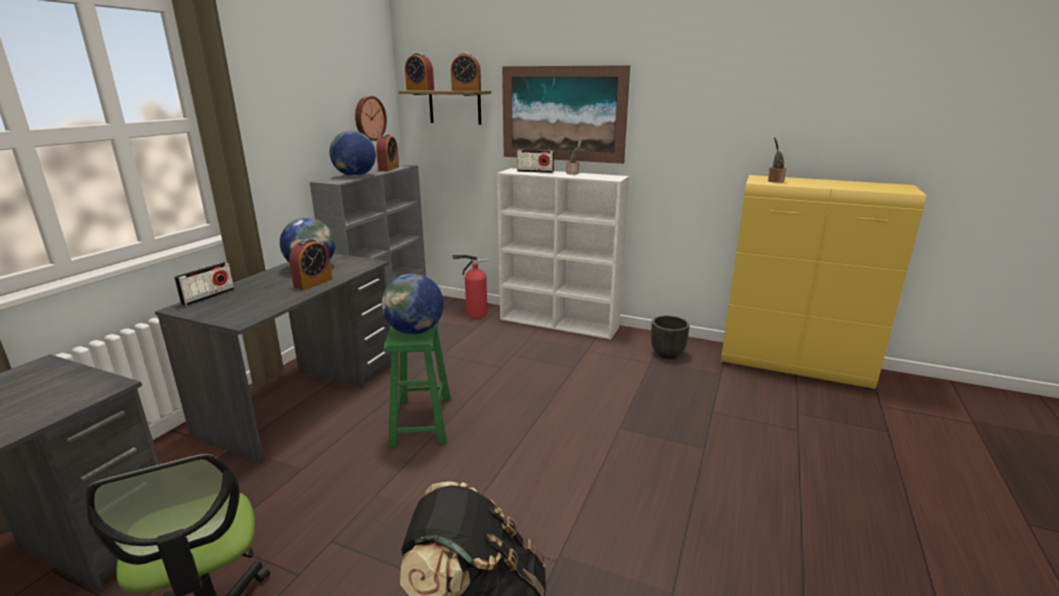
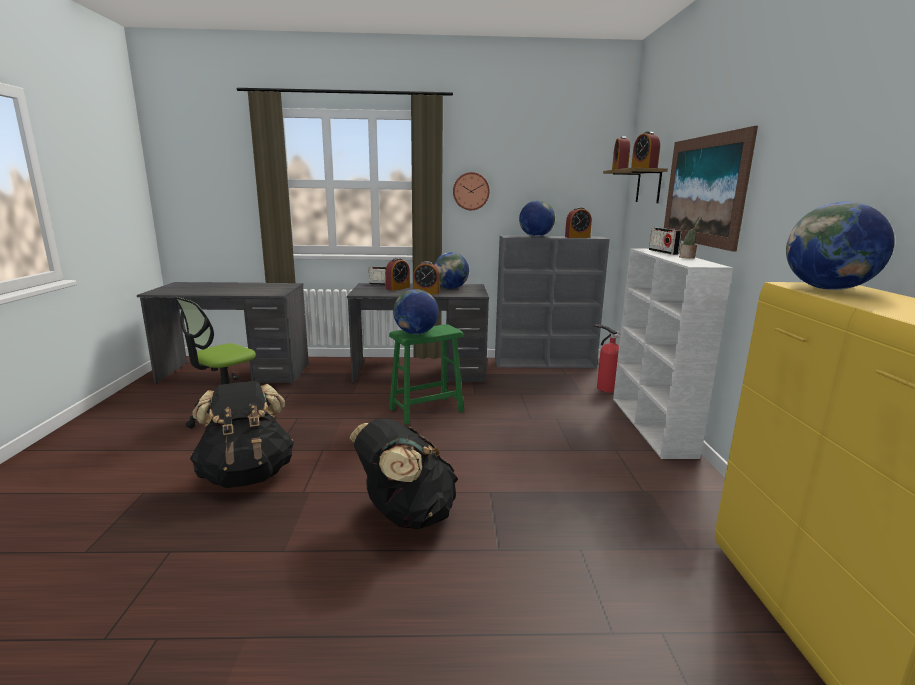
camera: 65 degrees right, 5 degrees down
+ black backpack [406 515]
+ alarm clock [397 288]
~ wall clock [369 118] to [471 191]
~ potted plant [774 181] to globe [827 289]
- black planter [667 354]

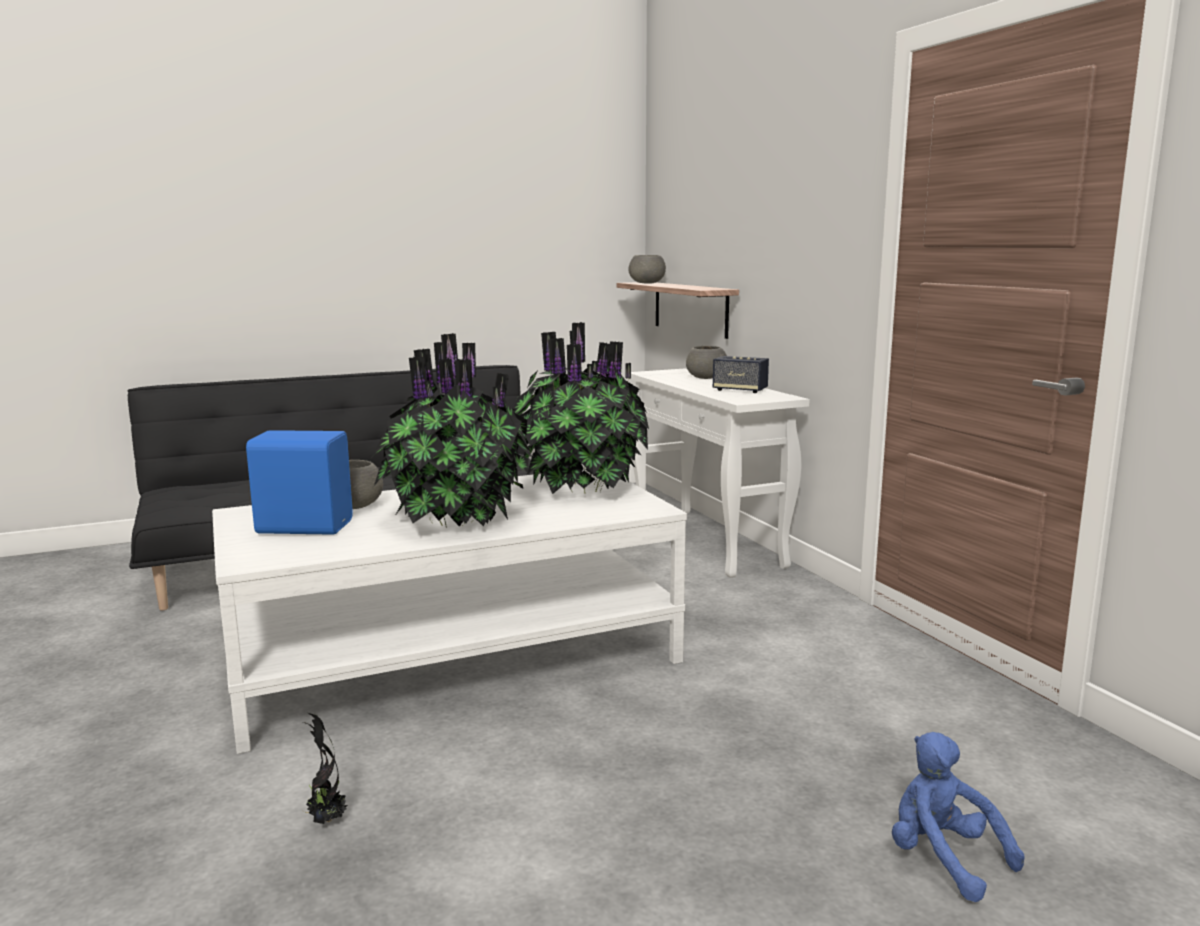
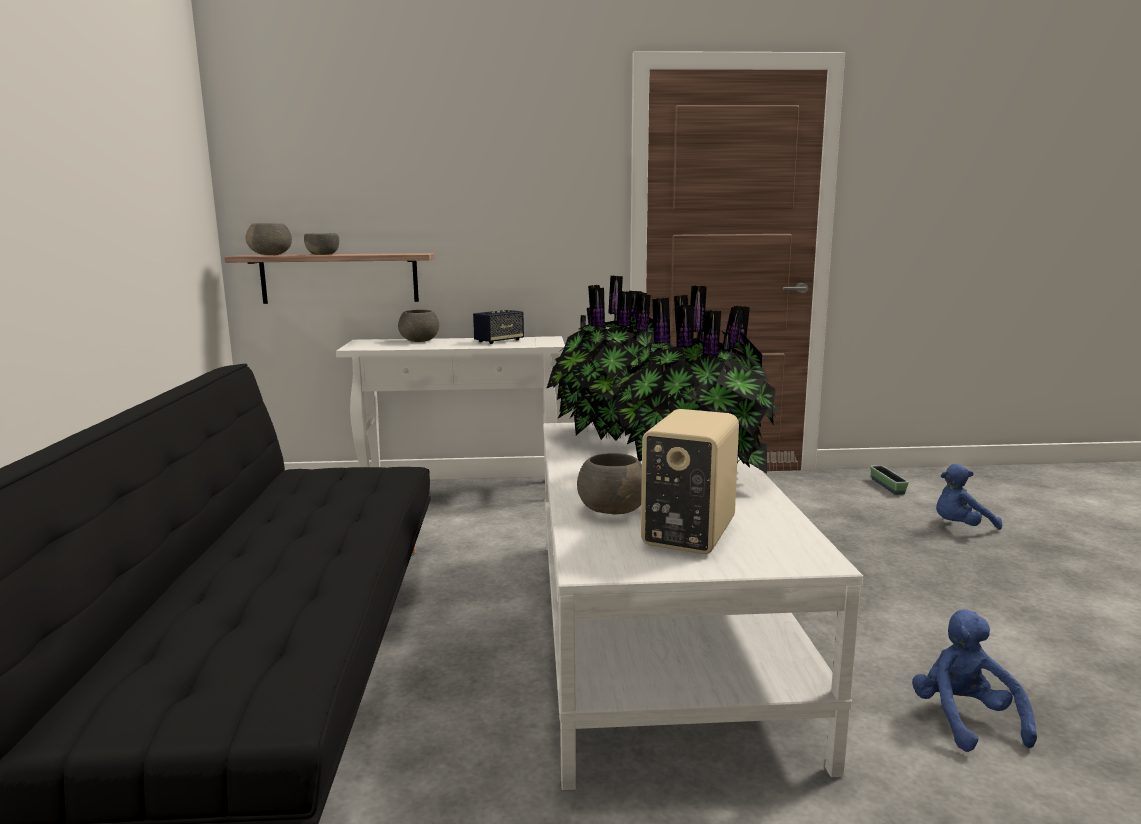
camera: 70 degrees left, 0 degrees up
+ grey bowl [323 254]
~ blue speaker [304 526] to beige speaker [685 533]
+ planter [887 486]
~ potted plant [326 820] to blue plush toy [964 719]

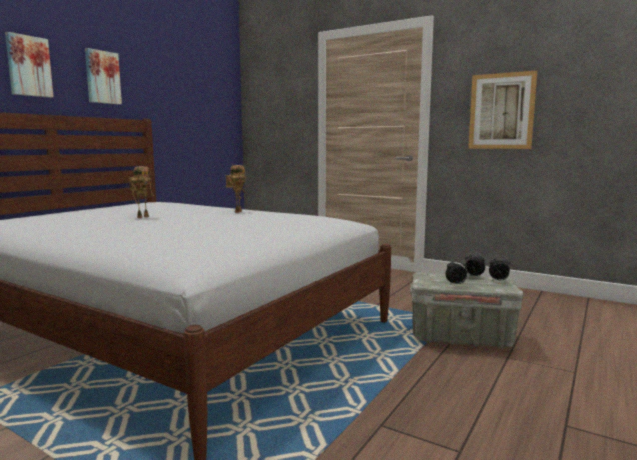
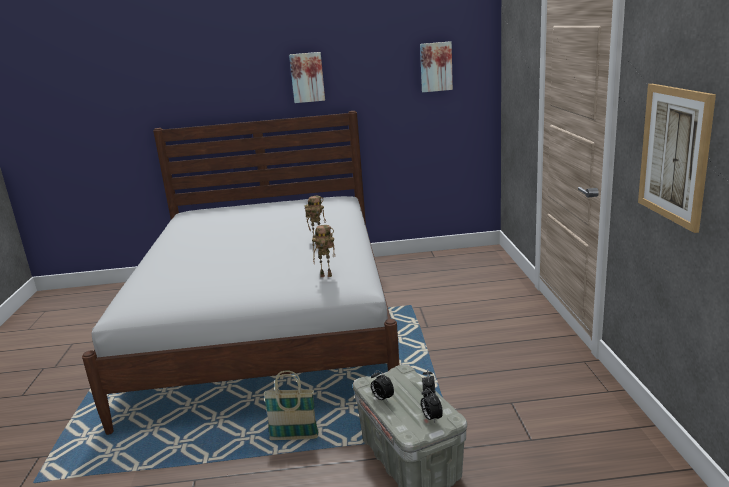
camera: 55 degrees right, 10 degrees up
+ basket [294 438]
~ toy robot [143 217] to [327 275]
~ picture [28 66] to [436 67]

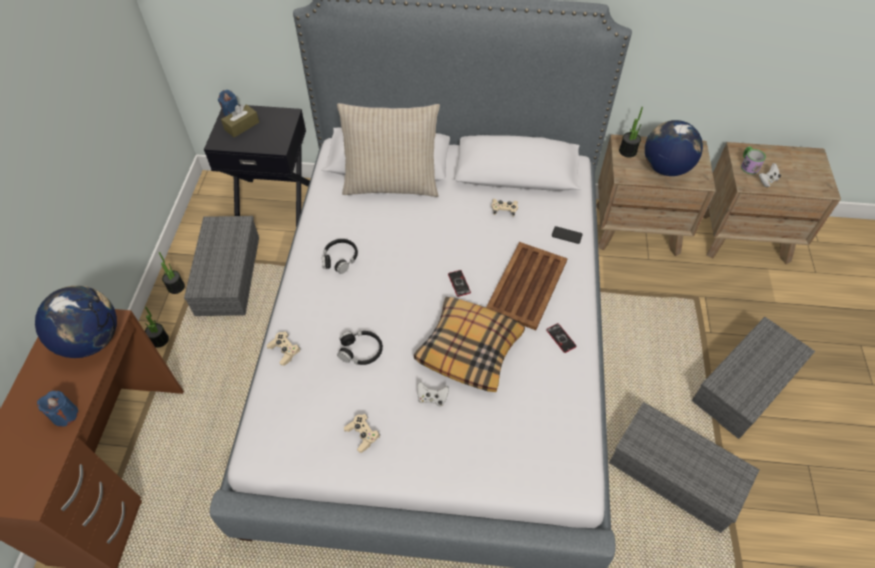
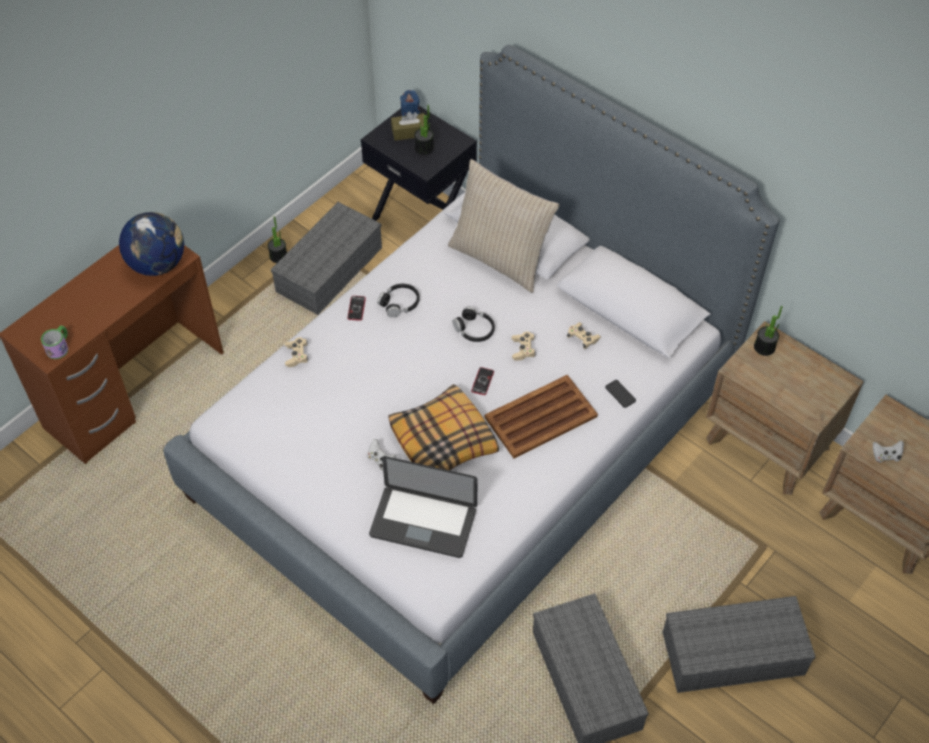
camera: 35 degrees right, 0 degrees up
~ mug [748 165] to [59 347]
~ phone [561 338] to [356 308]
+ laptop [423 523]
~ potted plant [159 340] to [424 148]
~ black headphones [361 351] to [474 329]
~ beige game controller [362 435] to [523 349]
- blue candle [65 415]
- globe [665 168]

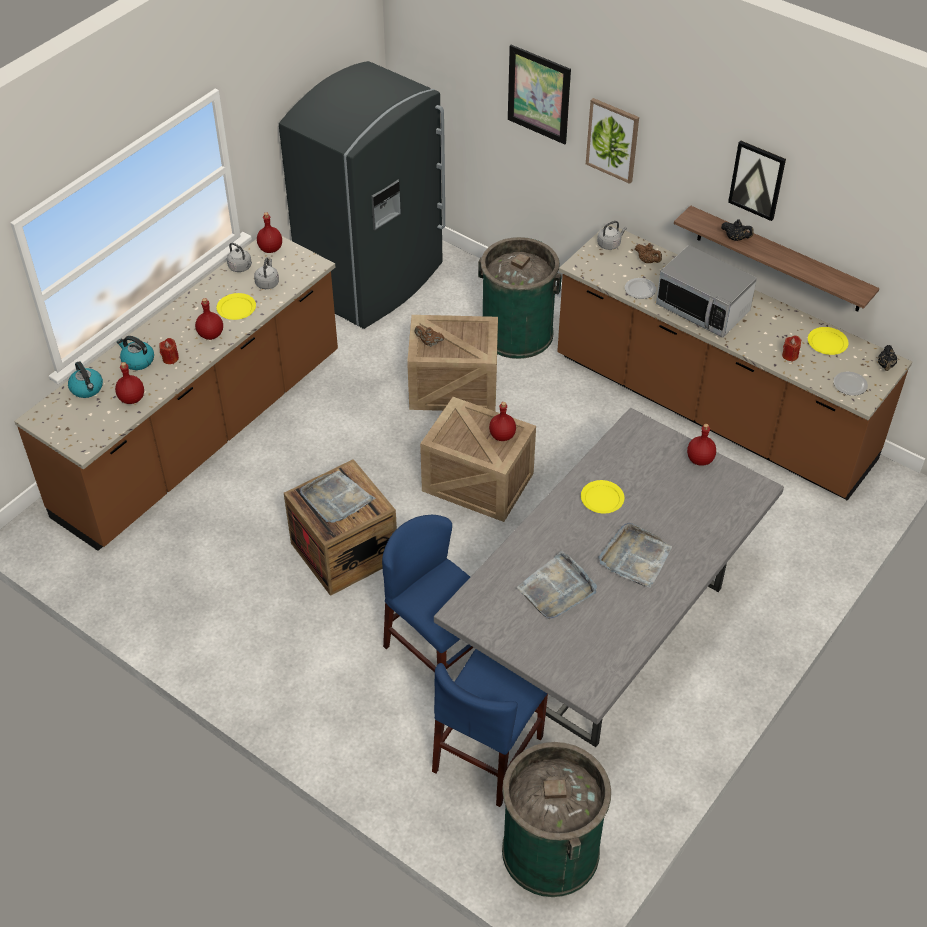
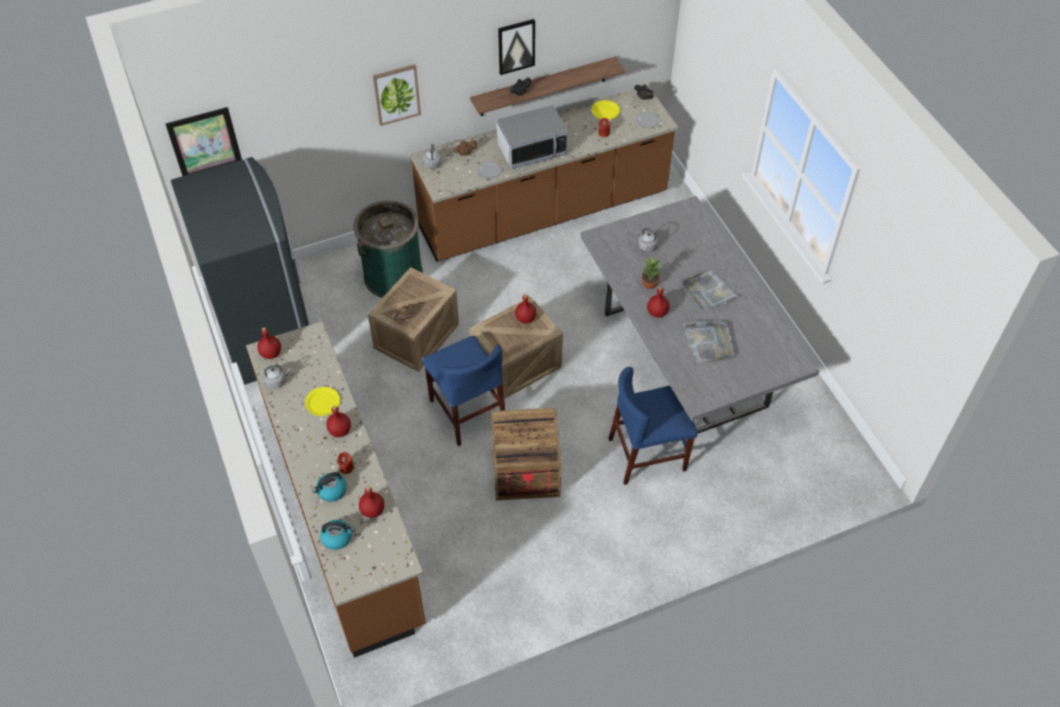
camera: 60 degrees left, 5 degrees up
~ picture [539 94] to [205 143]
~ blue chair [488 754] to [467 411]
~ grey kettle [267 283] to [646 246]
~ yellow plate [602 498] to potted plant [649 284]
~ red bottle [699 459] to [657 312]
- grey tray [336 499]
- green trash can [550 851]

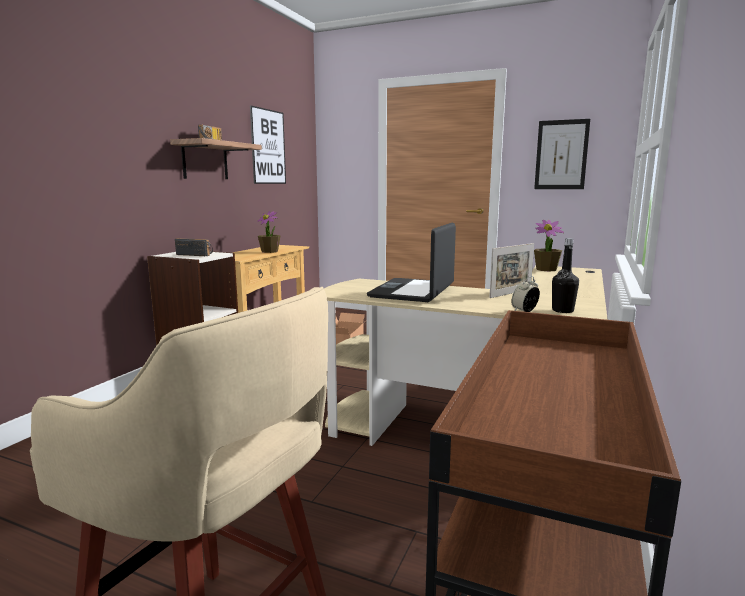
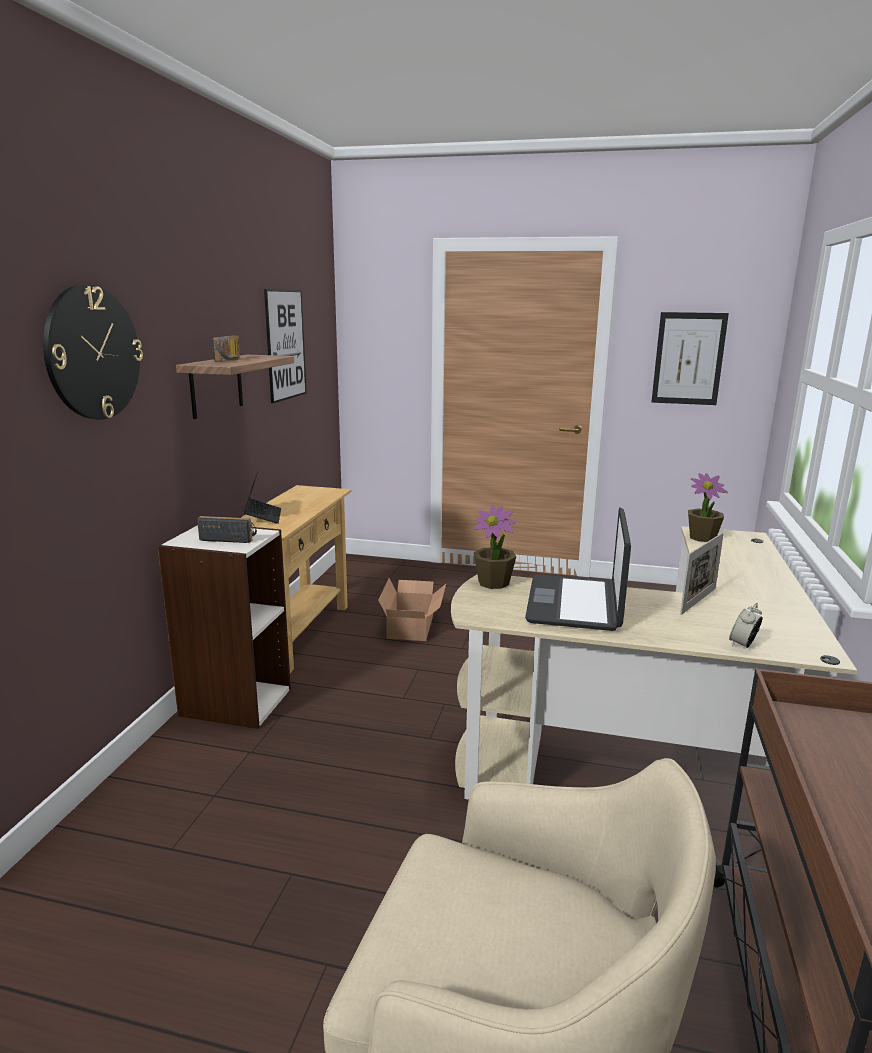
camera: 10 degrees left, 5 degrees up
+ wall clock [93 353]
+ laptop [263 516]
~ potted plant [270 251] to [494 583]
- black bottle [562 310]

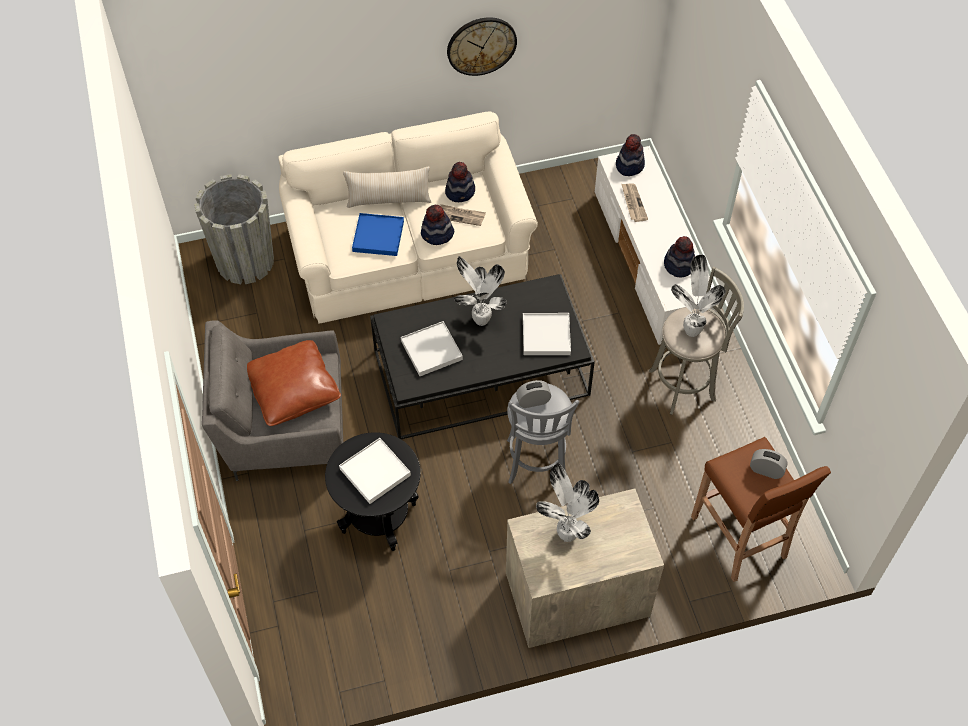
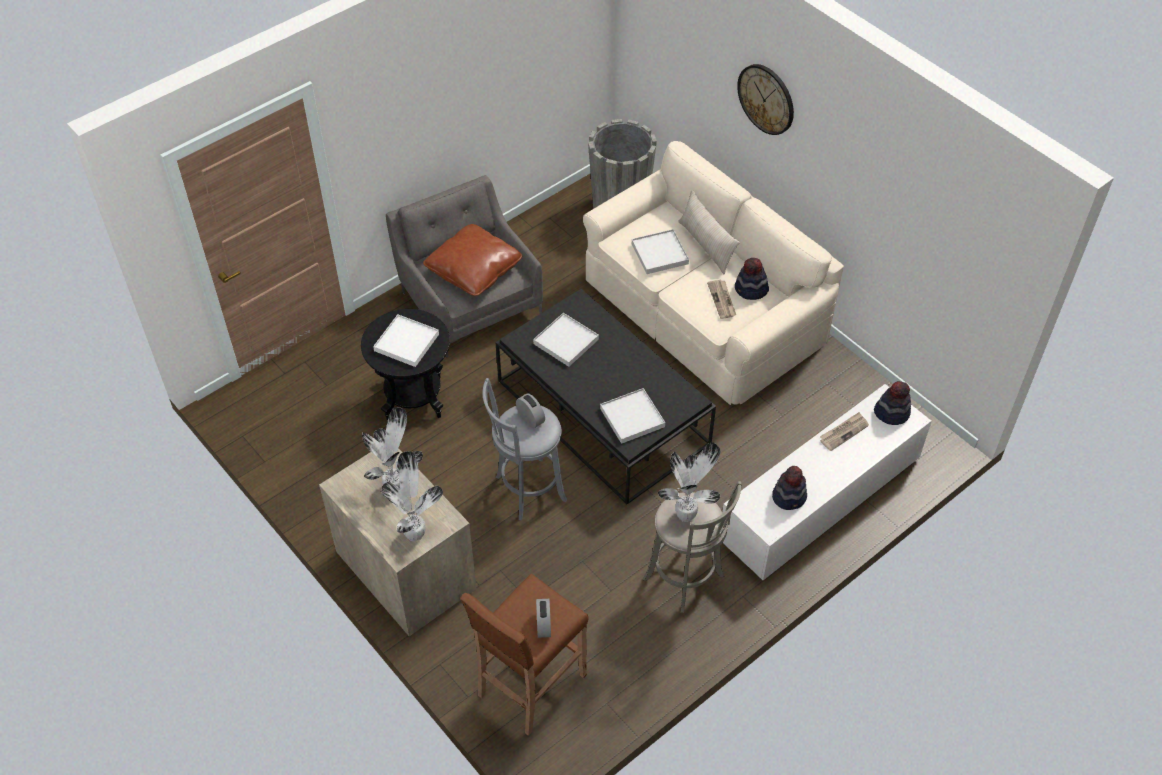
camera: 65 degrees right, 5 degrees down
~ potted plant [480 319] to [415 533]
~ blue tray [378 236] to white tray [660 253]
~ wall clock [481 45] to [766 99]
- hat [437 234]

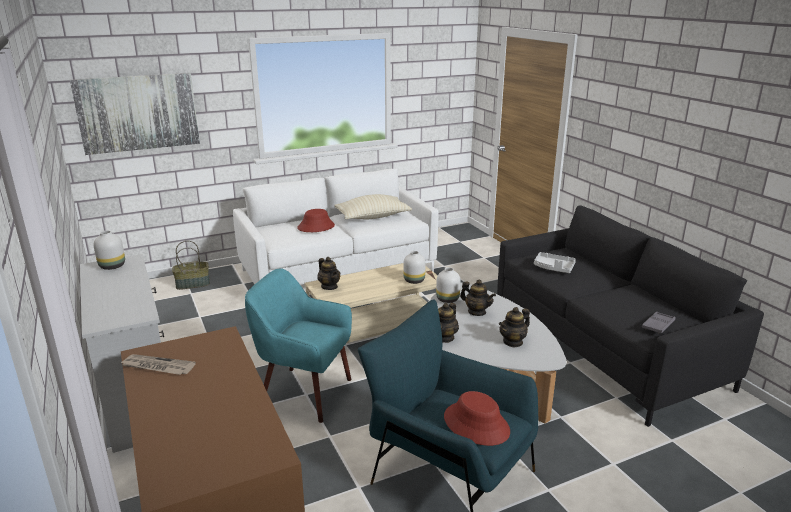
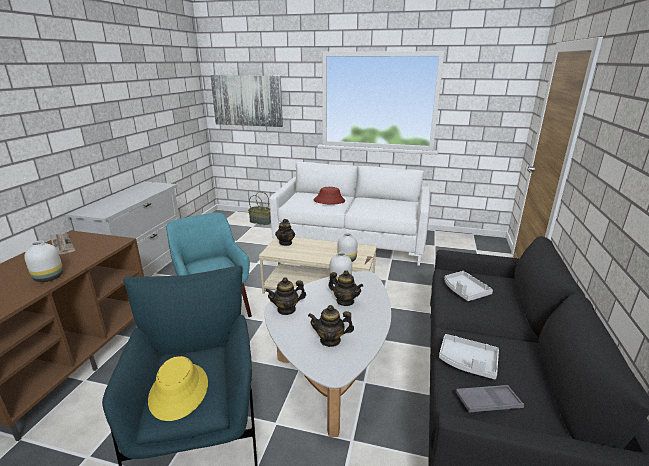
camera: 40 degrees right, 0 degrees up
~ white vase [111 266] to [48 277]
~ red hat [476 424] to yellow hat [179 391]
~ teapot [476 312] = [345 301] 45 degrees counterclockwise
+ grey tray [467 362]
- beige pillow [372 217]

